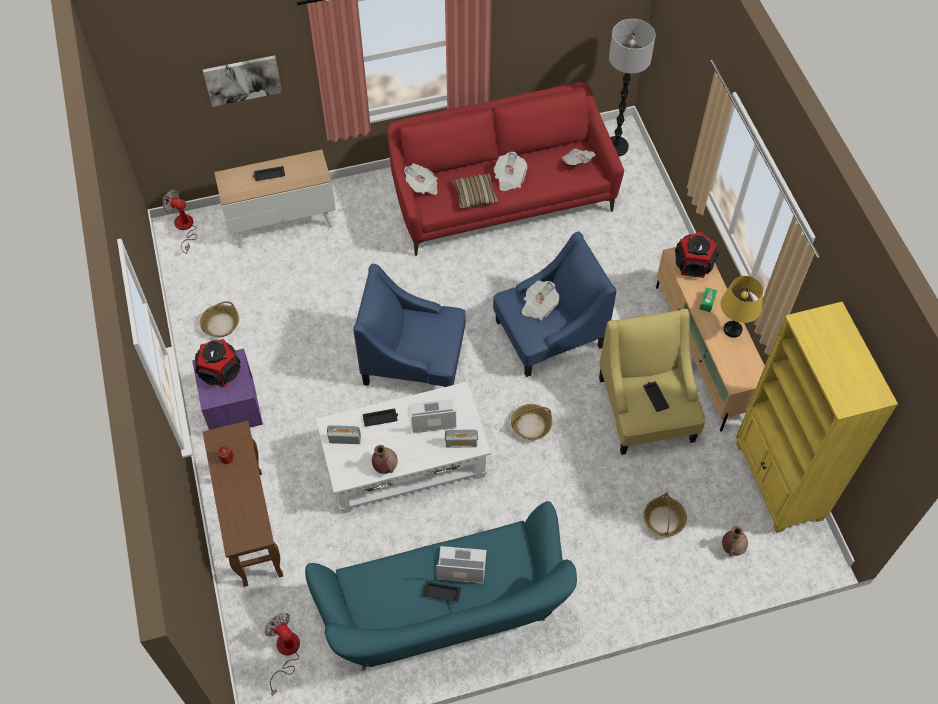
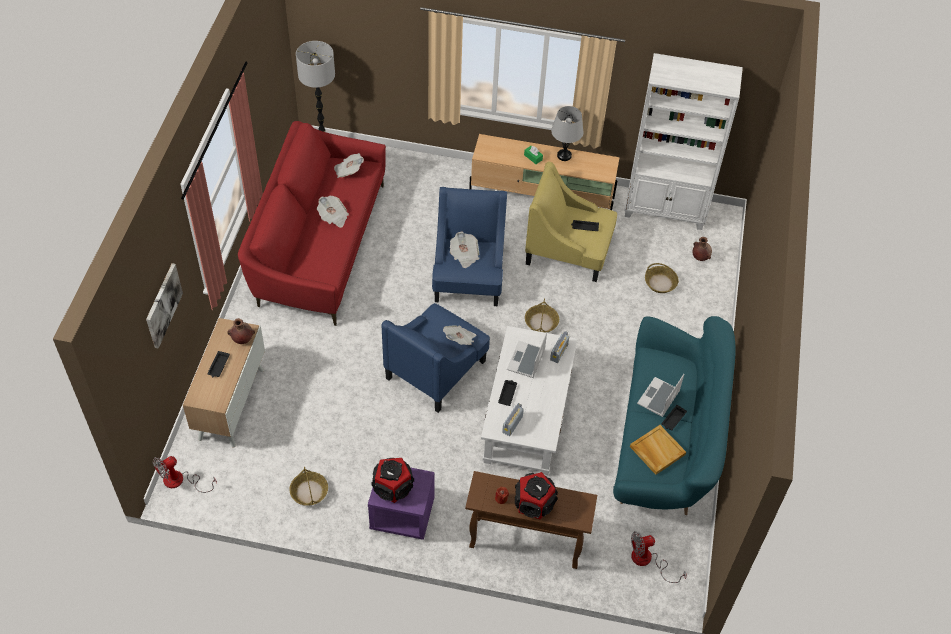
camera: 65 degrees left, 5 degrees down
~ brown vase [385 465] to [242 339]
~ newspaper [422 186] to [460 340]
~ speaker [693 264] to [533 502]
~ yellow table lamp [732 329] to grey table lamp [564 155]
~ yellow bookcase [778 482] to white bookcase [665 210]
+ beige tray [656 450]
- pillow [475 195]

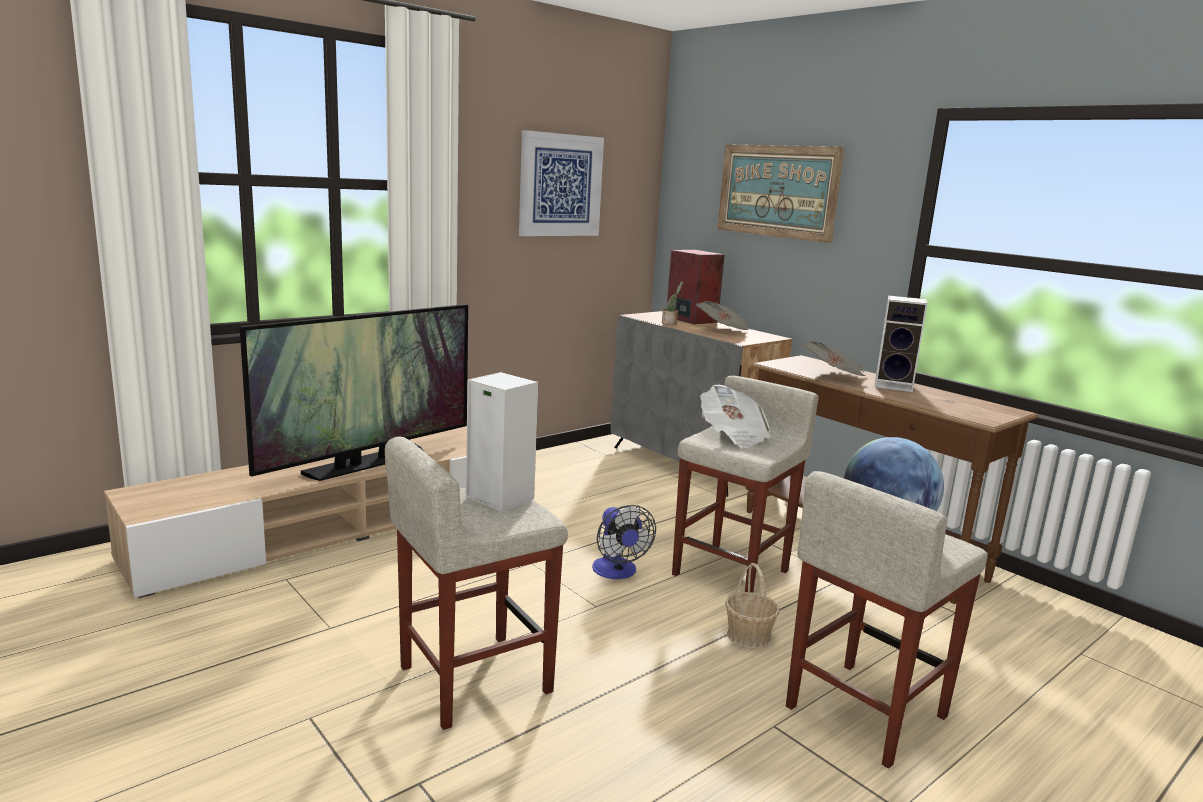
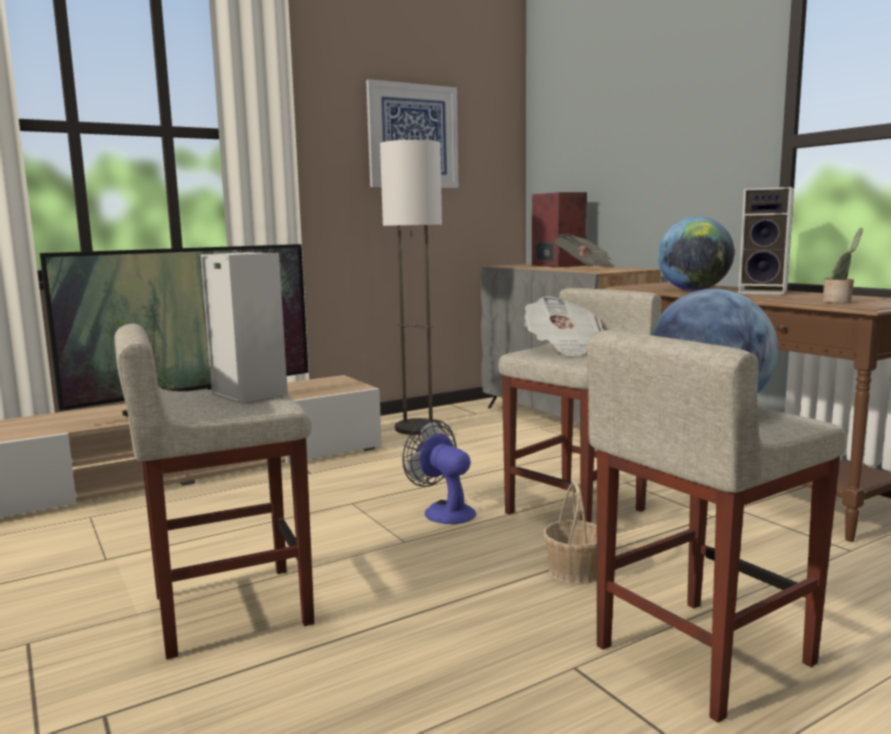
camera: 10 degrees right, 5 degrees down
+ floor lamp [418 428]
~ fan [617 572] = [443 511] 150 degrees clockwise
~ newspaper [833 377] to globe [693 290]
~ potted plant [670 323] to [839 302]
- picture [777 191]

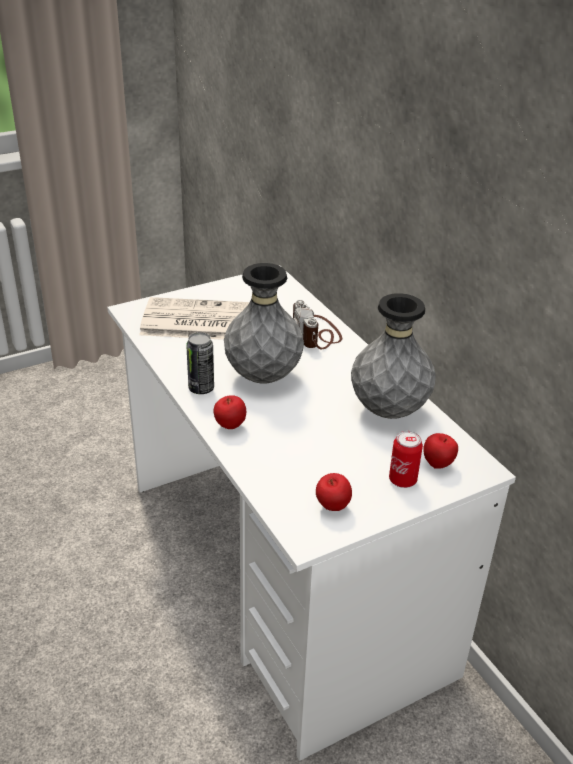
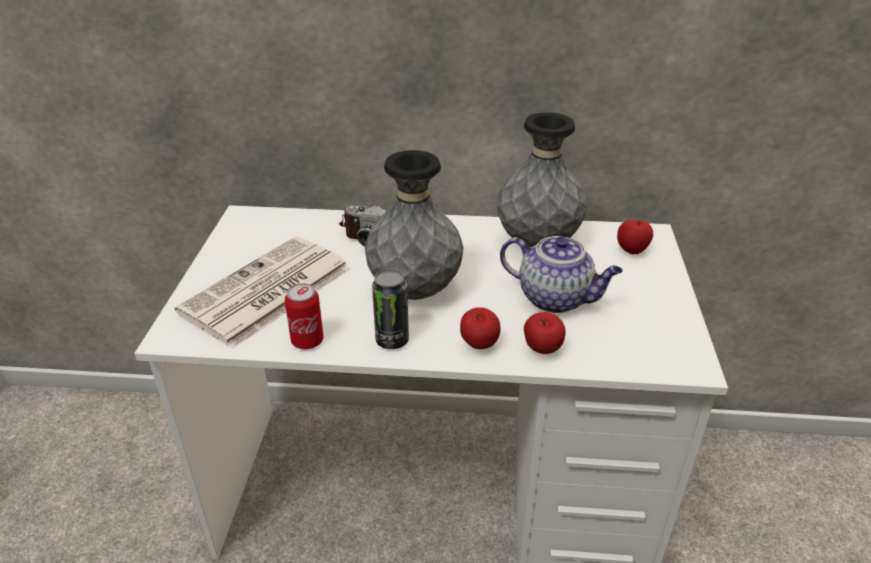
camera: 55 degrees left, 0 degrees up
~ can [402 480] to [307 341]
+ teapot [556 298]
~ apple [332 507] to [542 351]

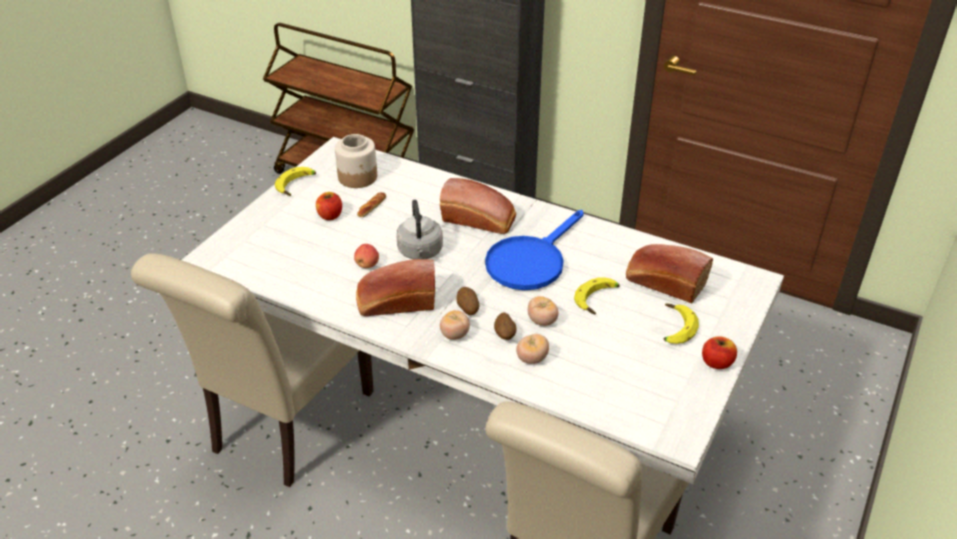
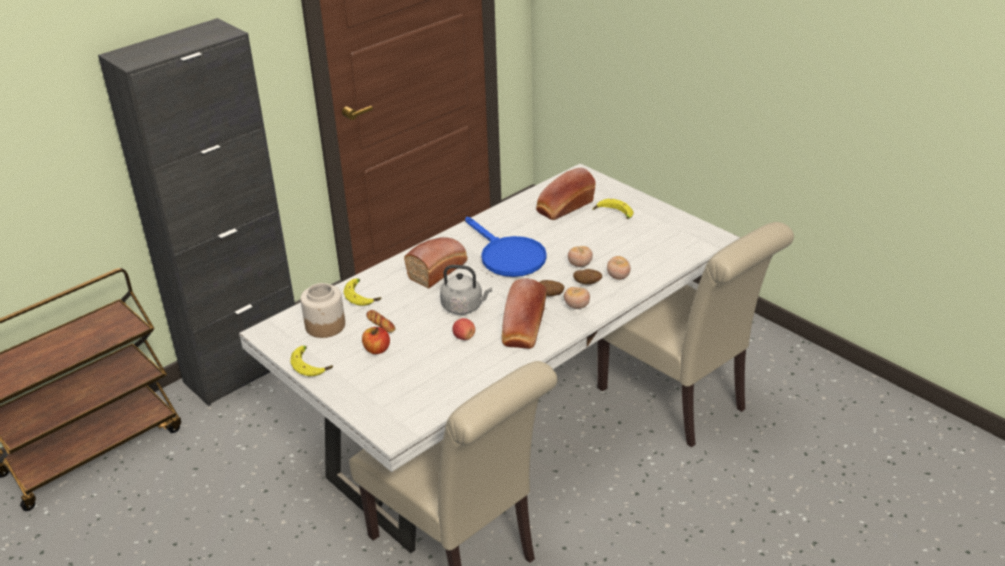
camera: 70 degrees left, 5 degrees down
~ banana [598 300] to [363 296]
- apple [716 363]

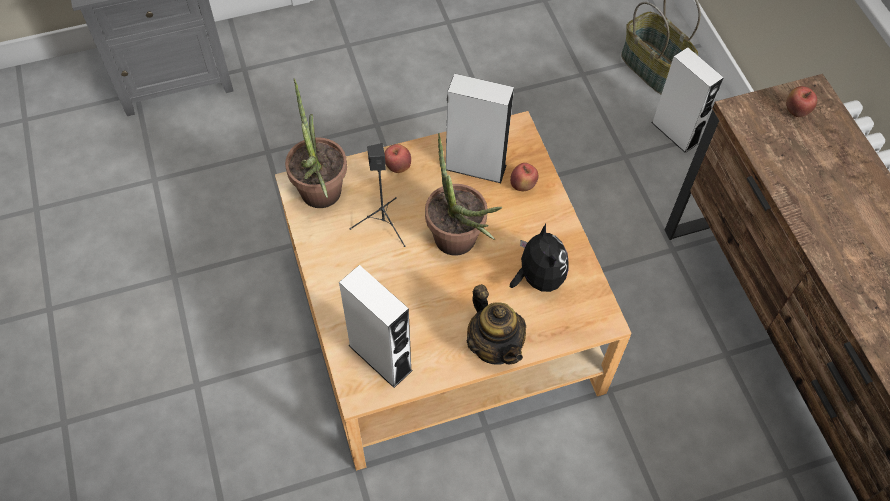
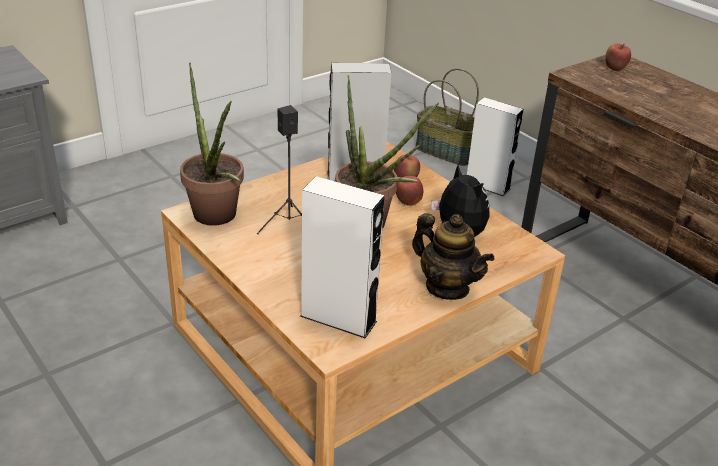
camera: 20 degrees left, 25 degrees down
~ apple [398 167] to [408 203]

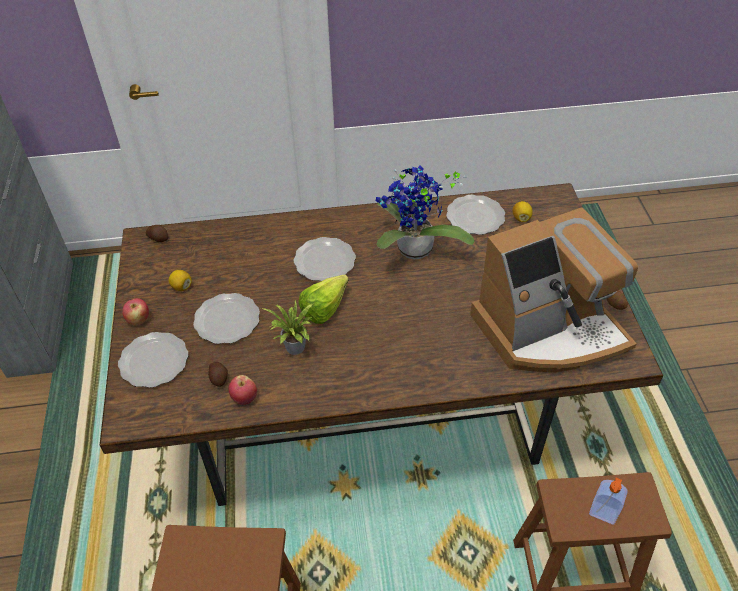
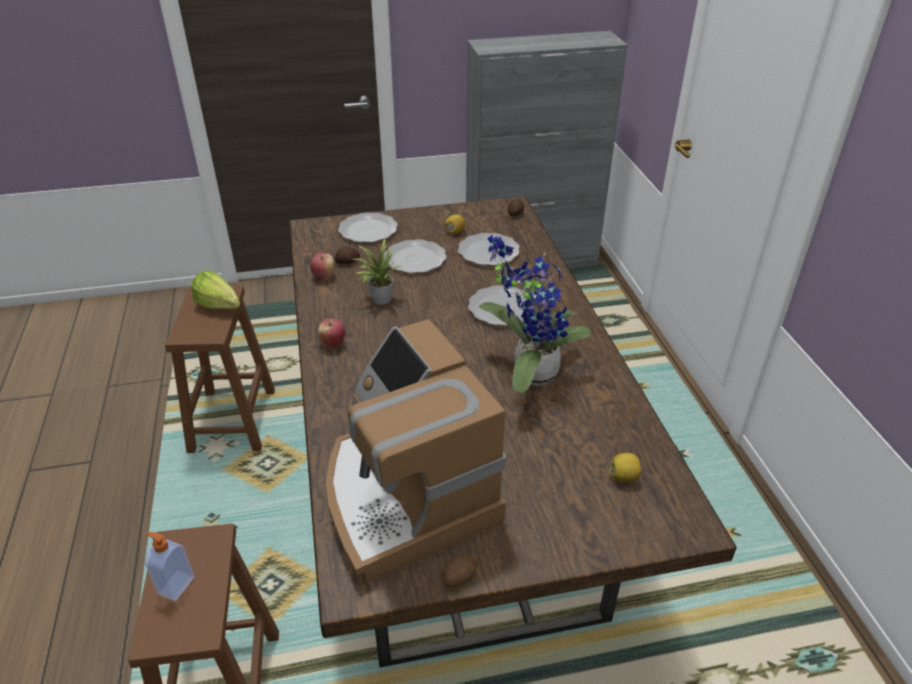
camera: 85 degrees right, 10 degrees down
~ lettuce [328 307] to [221 308]
~ apple [138 320] to [332 344]
~ plate [475 217] to [487 251]

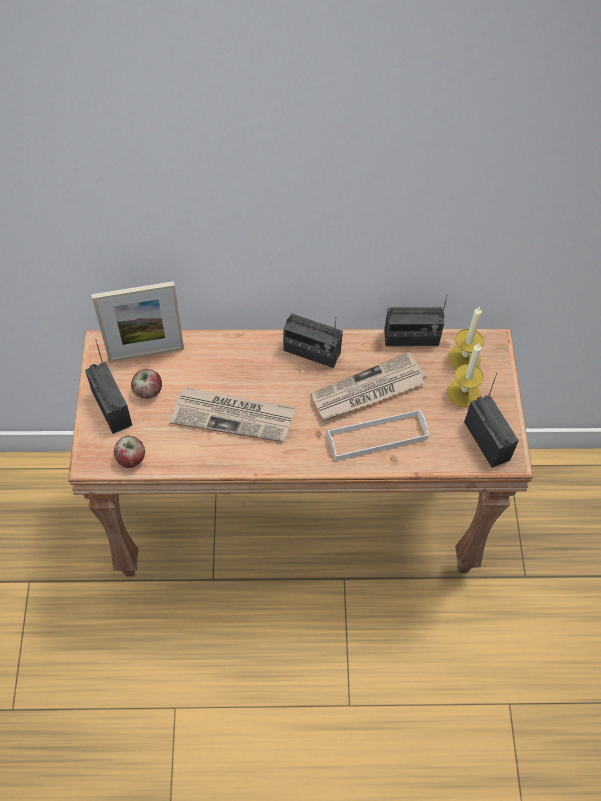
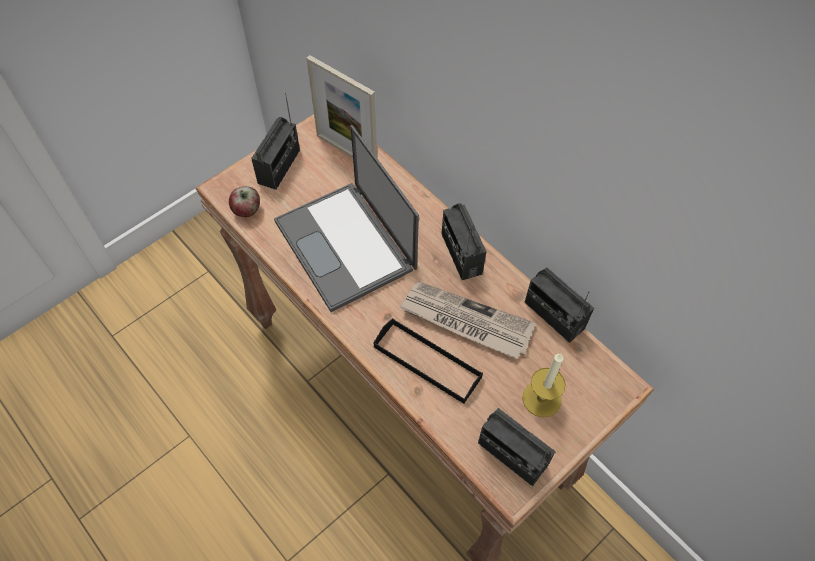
camera: 50 degrees right, 0 degrees up
~ newspaper [233 416] to laptop [346 246]
~ white tray [377 437] to black tray [427 362]
~ radio [487 440] = [511 455] 105 degrees clockwise
- apple [148 391]
- candle [464 358]

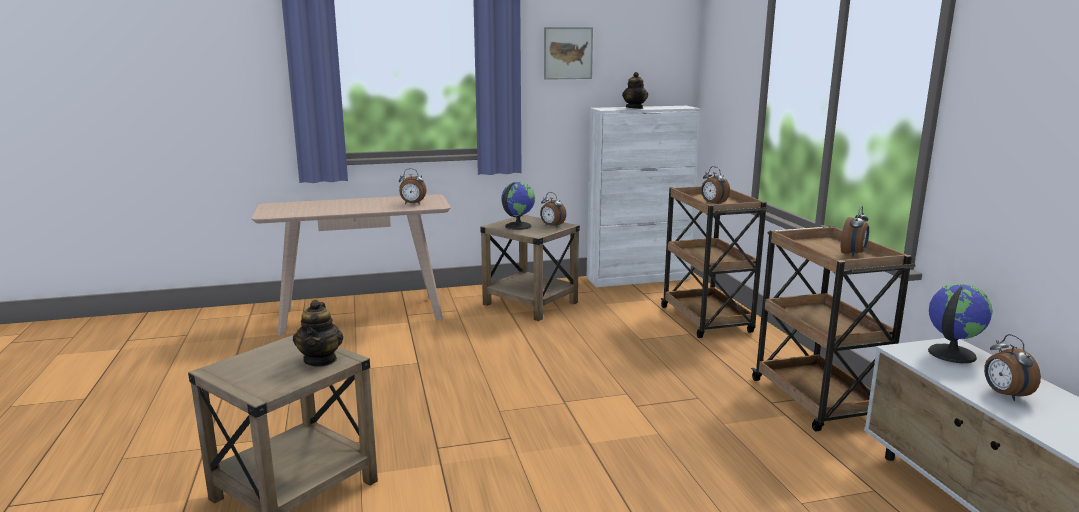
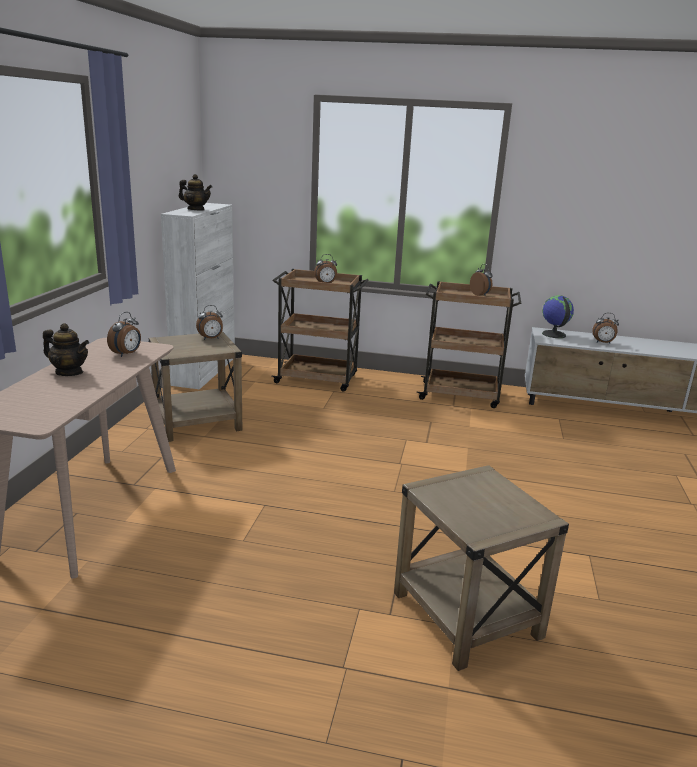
camera: 65 degrees left, 5 degrees up
~ teapot [320 360] to [69 372]
- globe [517 226]
- picture [568 53]

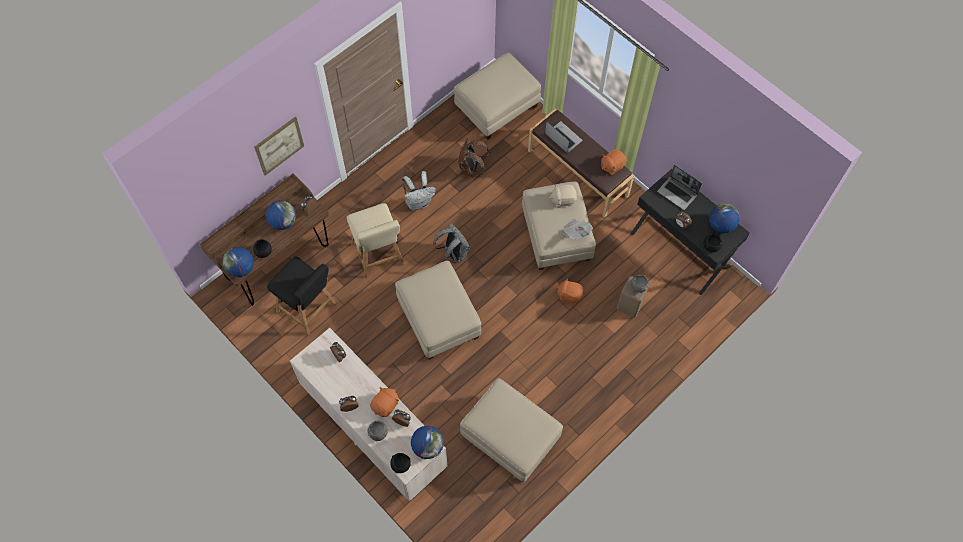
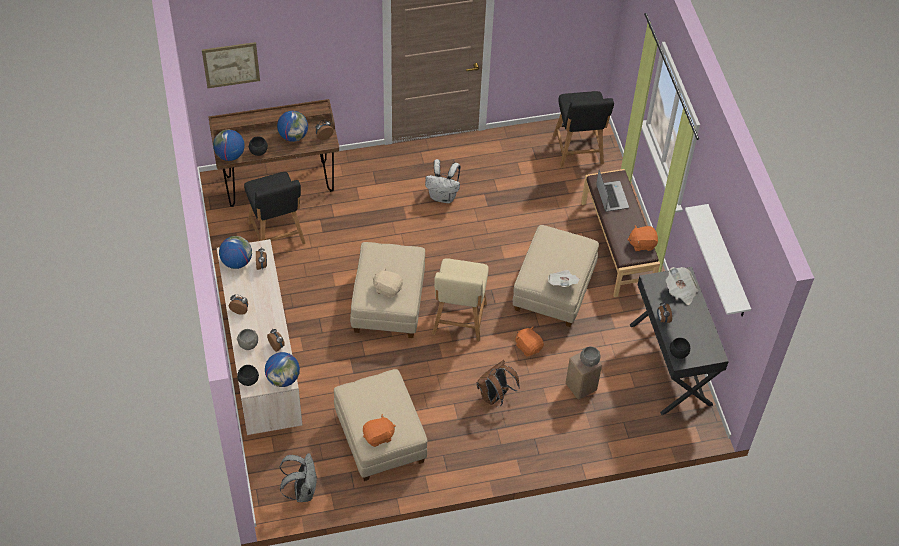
camera: 30 degrees right, 10 degrees down
~ picture [279 145] to [231 64]
~ globe [720 225] to [236 262]
~ grey backpack [453 254] to [302 490]
~ orange plush toy [385 405] to [378 436]
~ beige plush toy [563 199] to [388 288]
~ beige chair [379 256] to [459 321]
~ brown backpack [471 169] to [495 396]
~ beige ottoman [497 108] to black chair [578 151]
~ laptop [677 193] to newspaper [680 291]
+ white shelf [726 263]

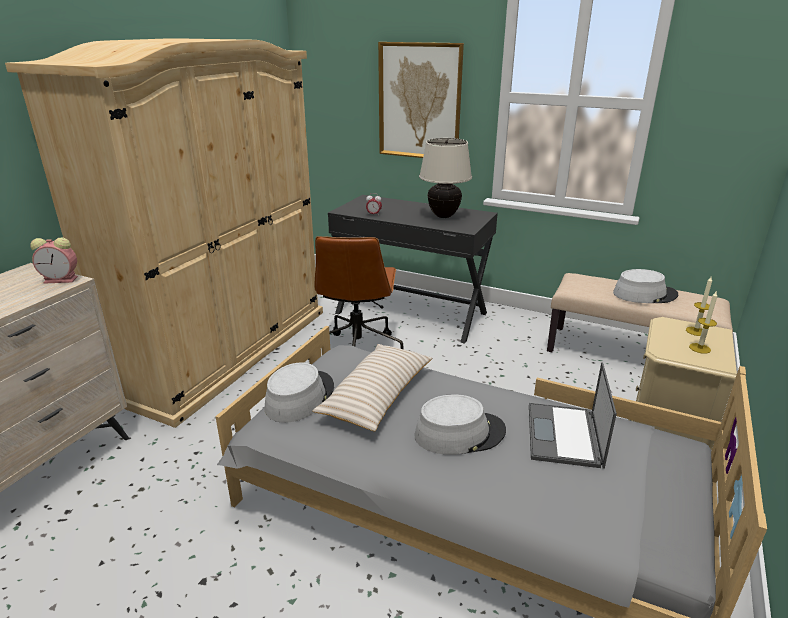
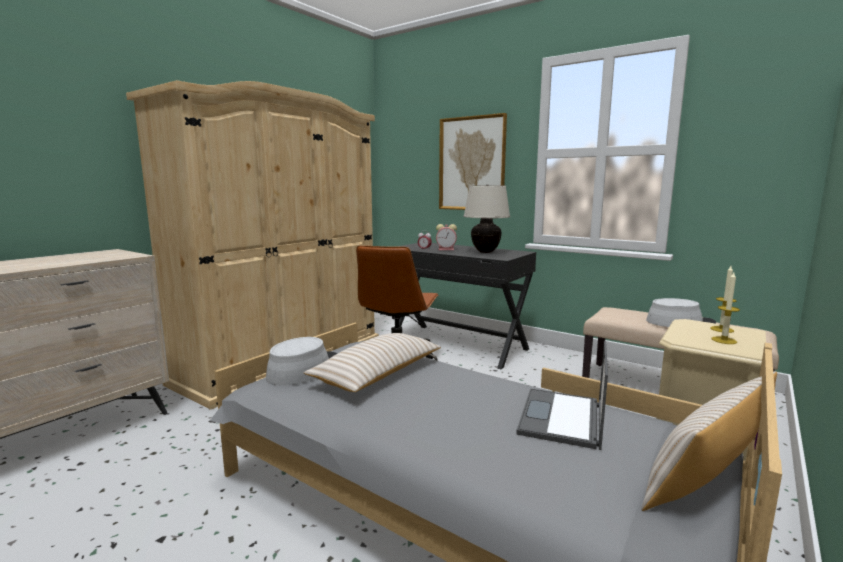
camera: 10 degrees right, 15 degrees down
~ alarm clock [62 279] to [446 249]
+ beige pillow [706 475]
- grey hat [459 433]

